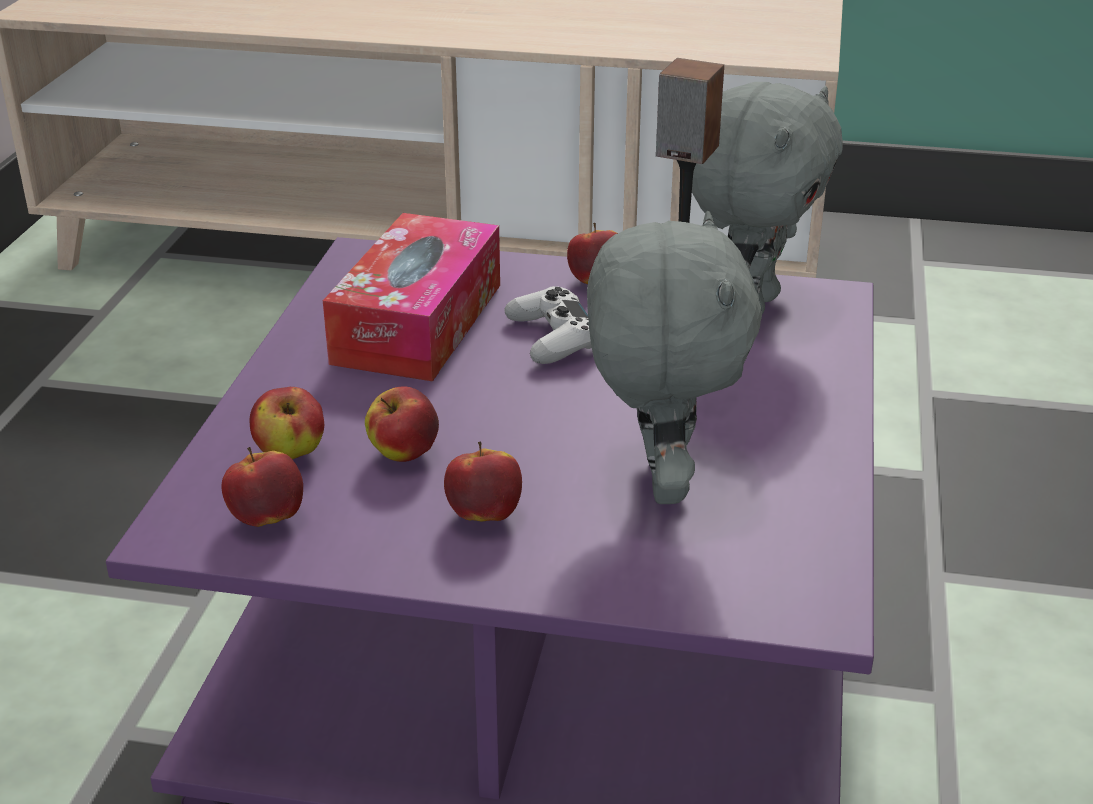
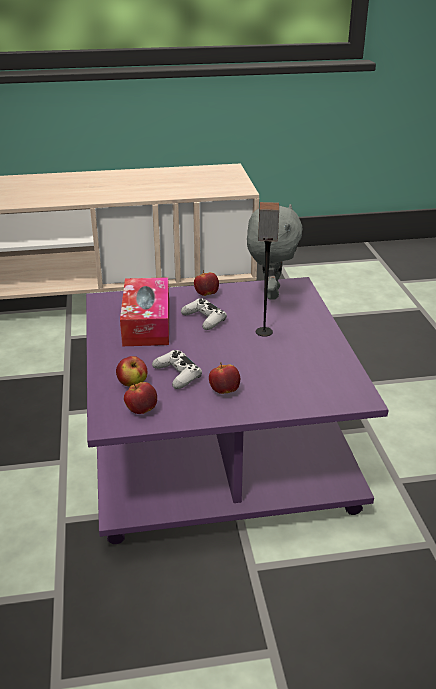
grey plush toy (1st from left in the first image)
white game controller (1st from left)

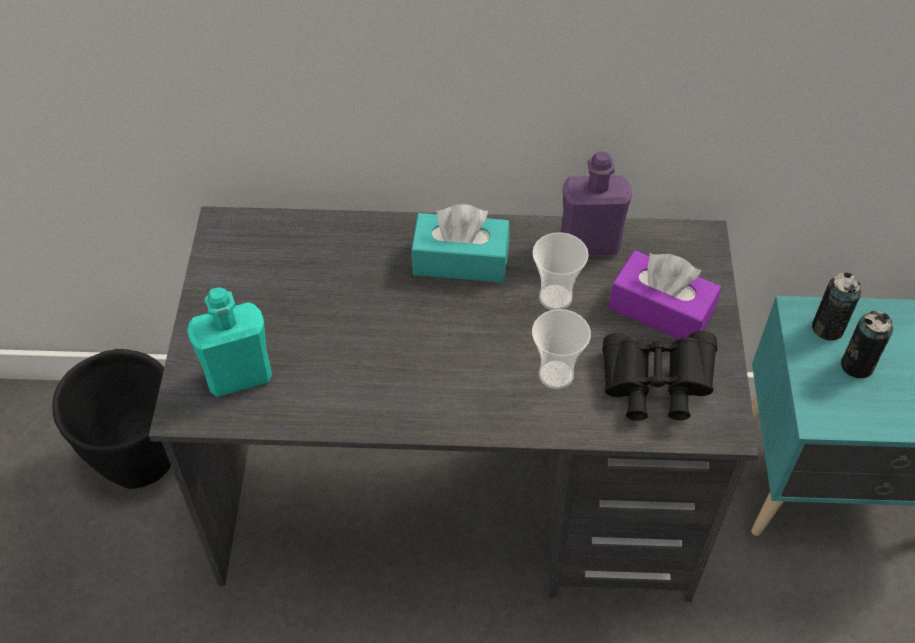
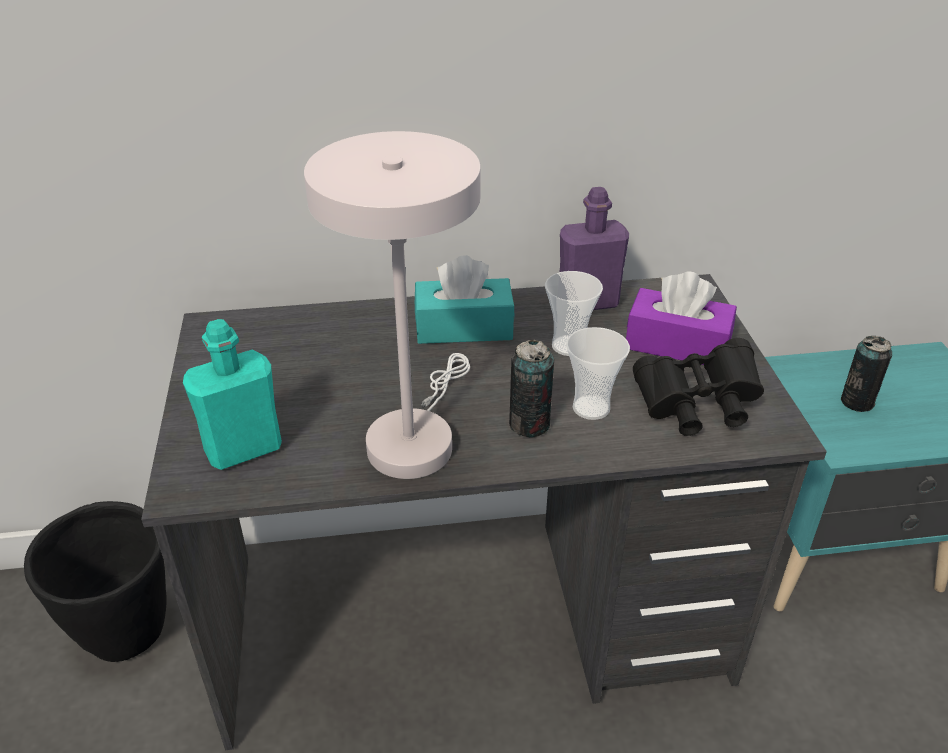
white table lamp
can (1st from left)

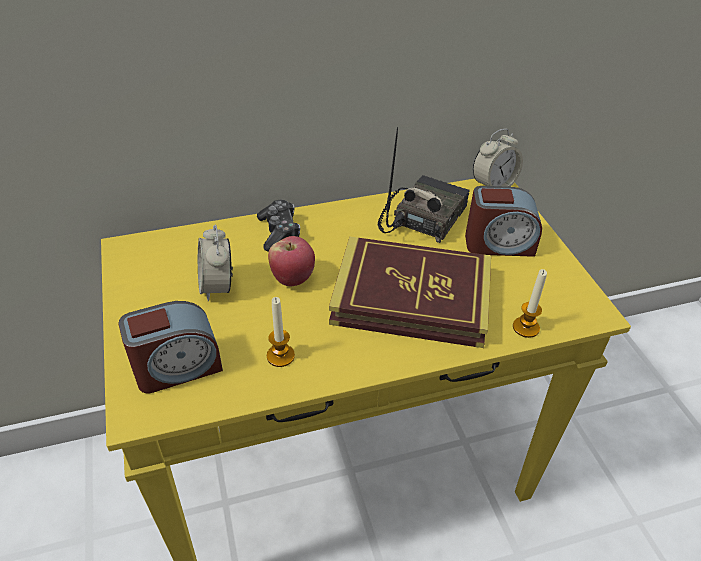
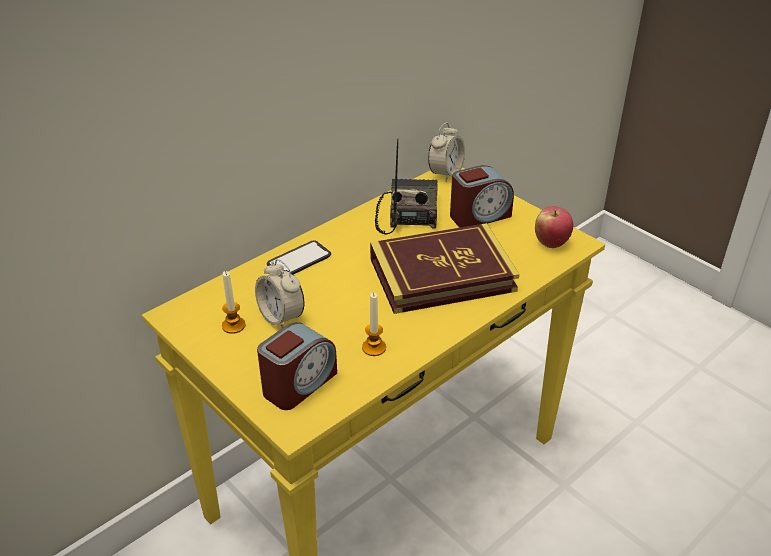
apple
candle (1st from left)
phone

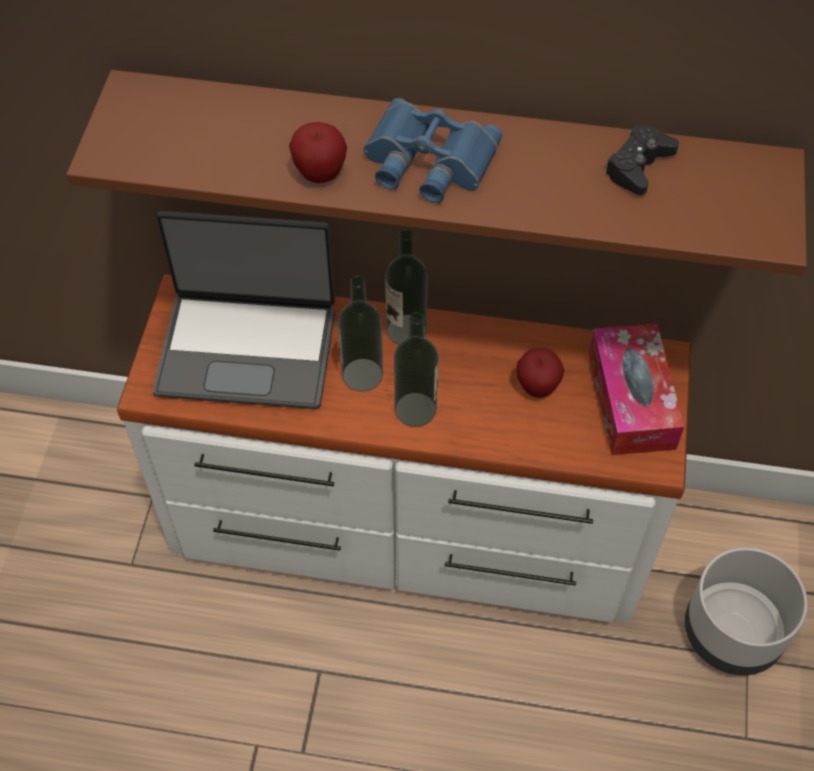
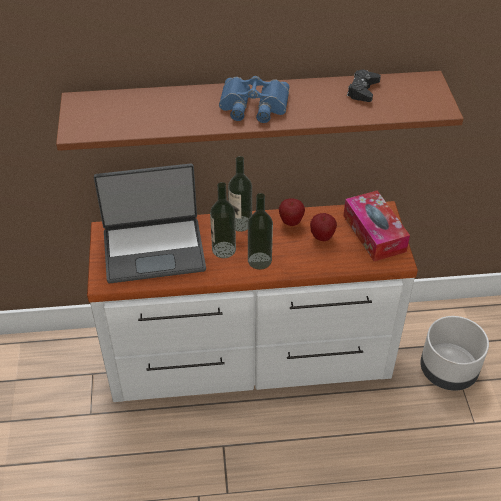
apple (1st from left)

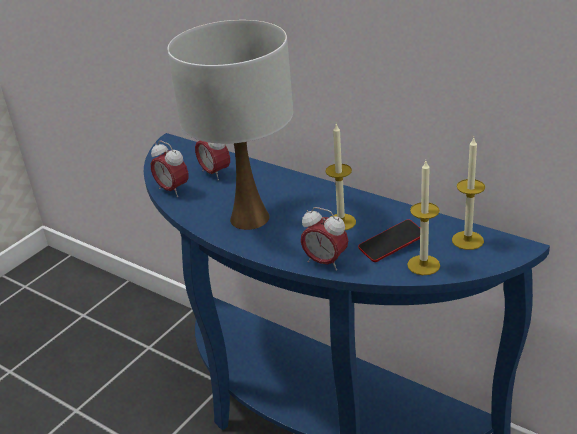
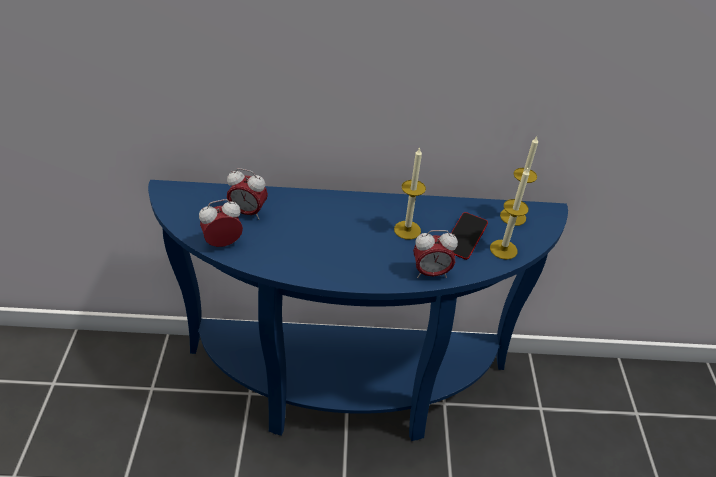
white table lamp
alarm clock (1st from left)

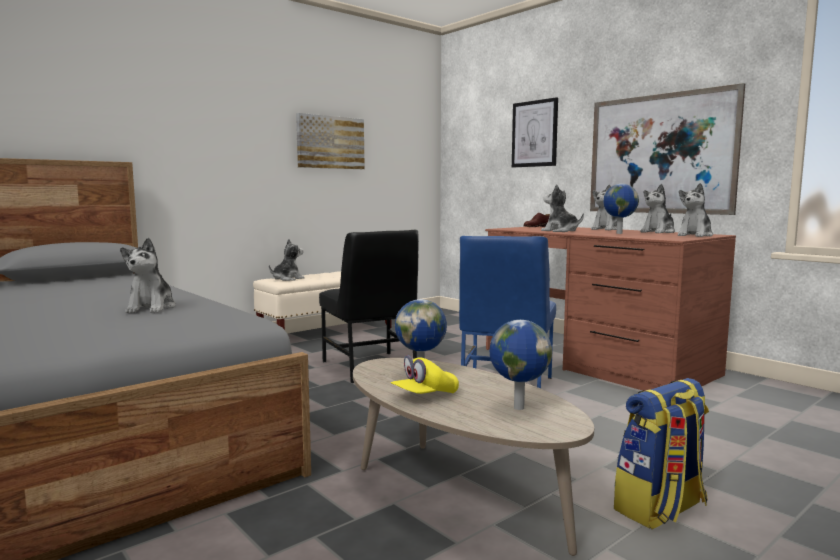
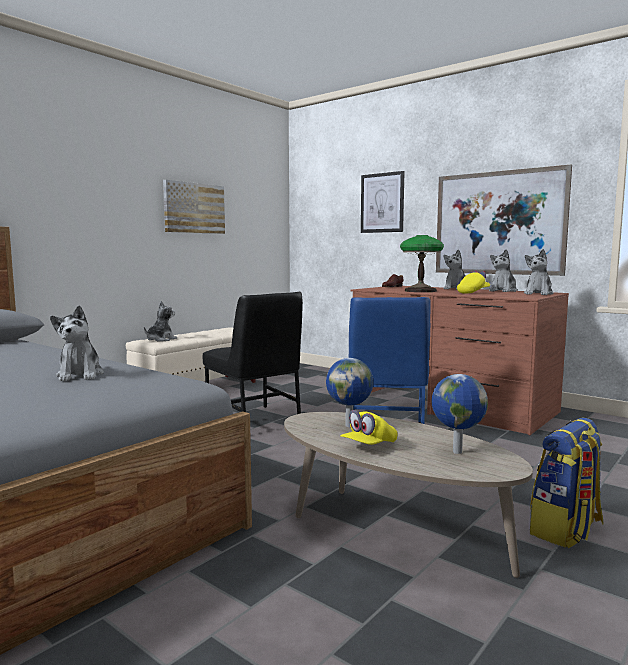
table lamp
yellow cap (2nd from left)

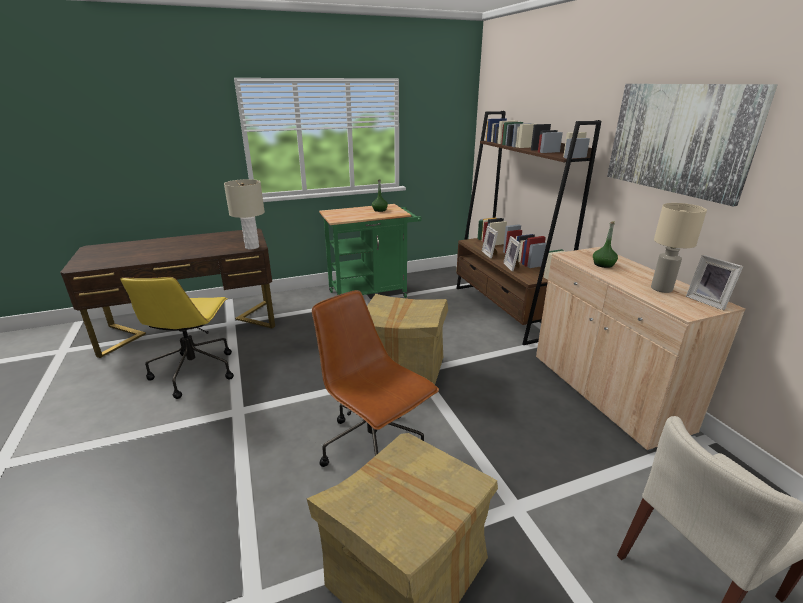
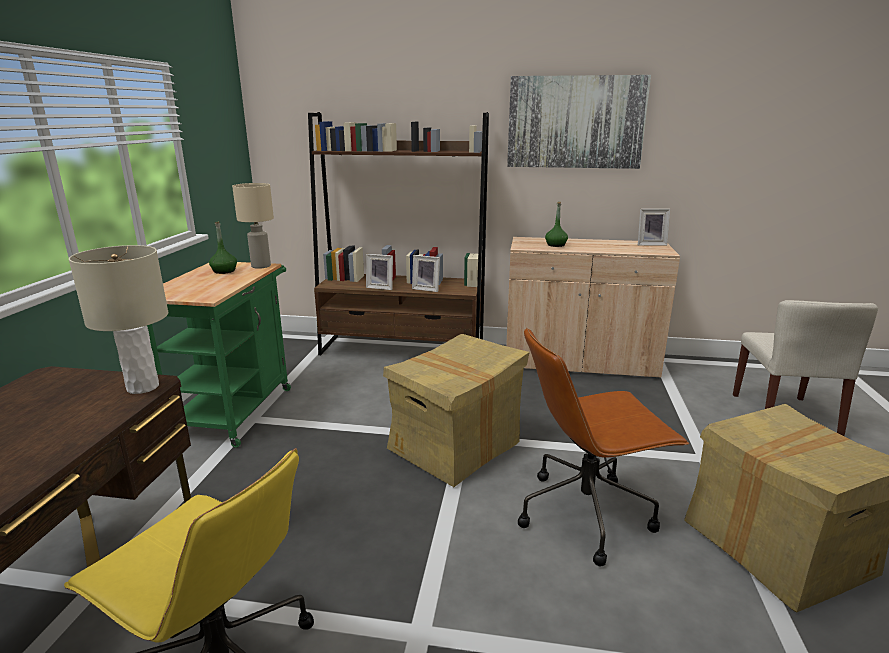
beige table lamp (2nd from left)

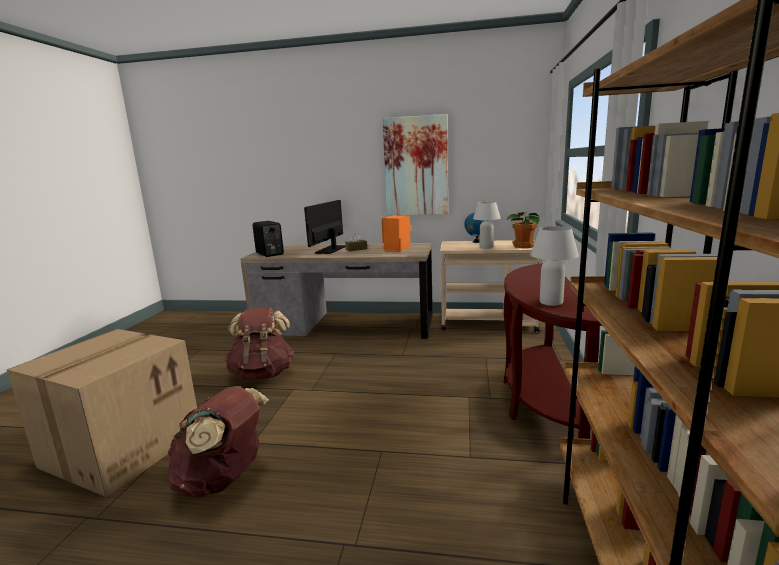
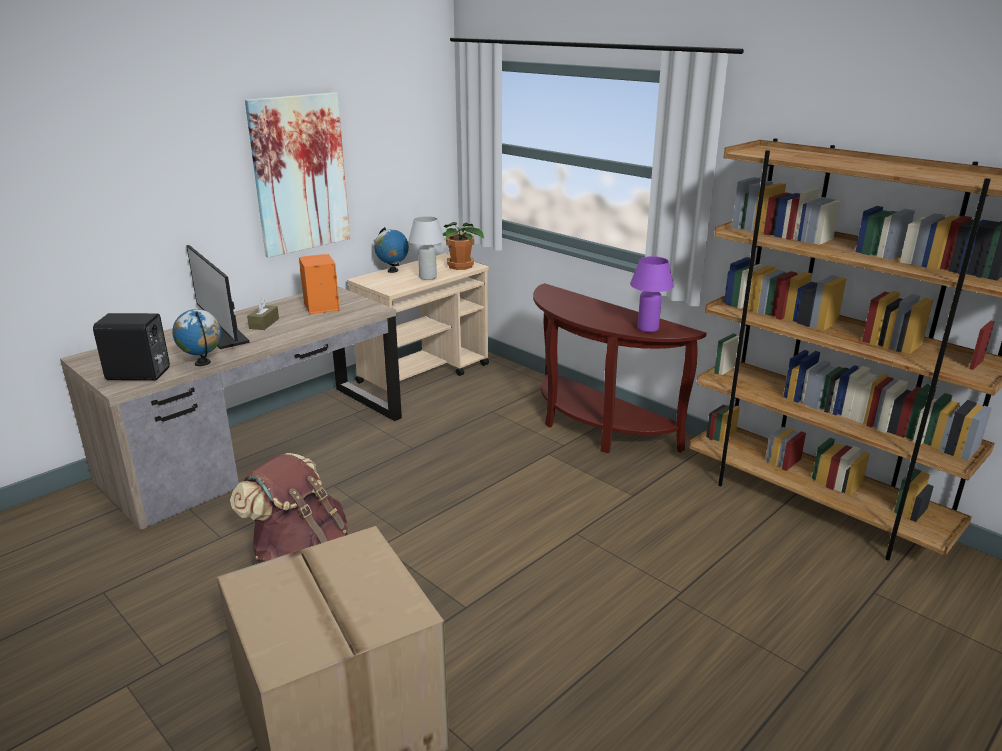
brown backpack (1st from left in the first image)
globe (1st from left)
purple table lamp

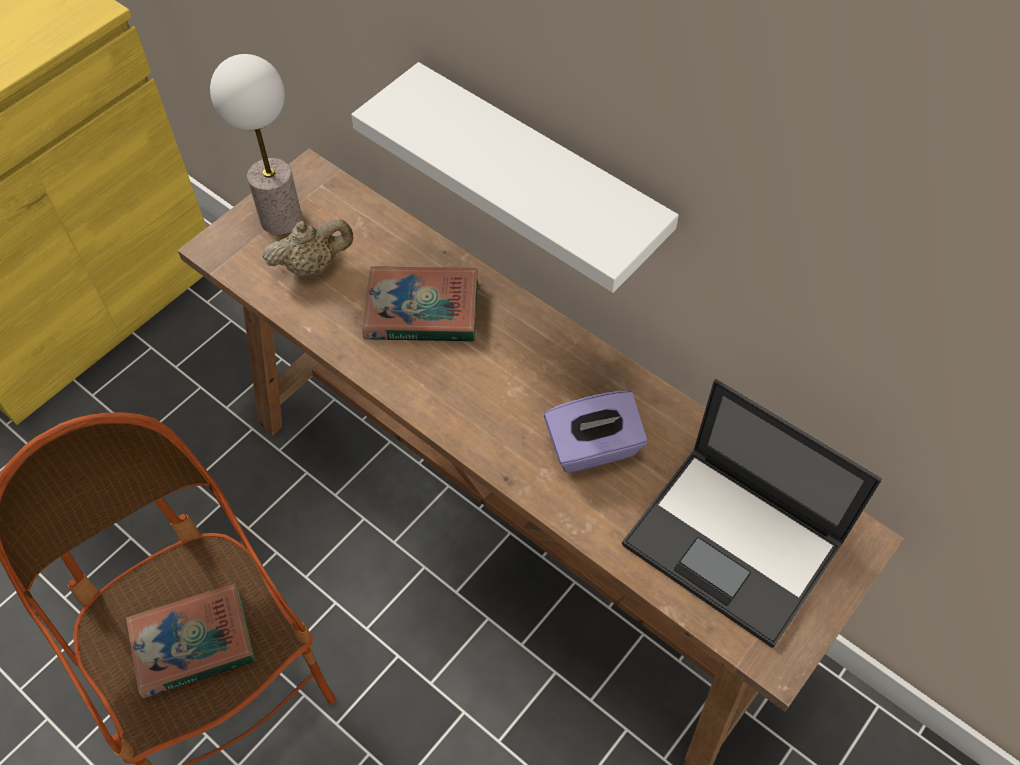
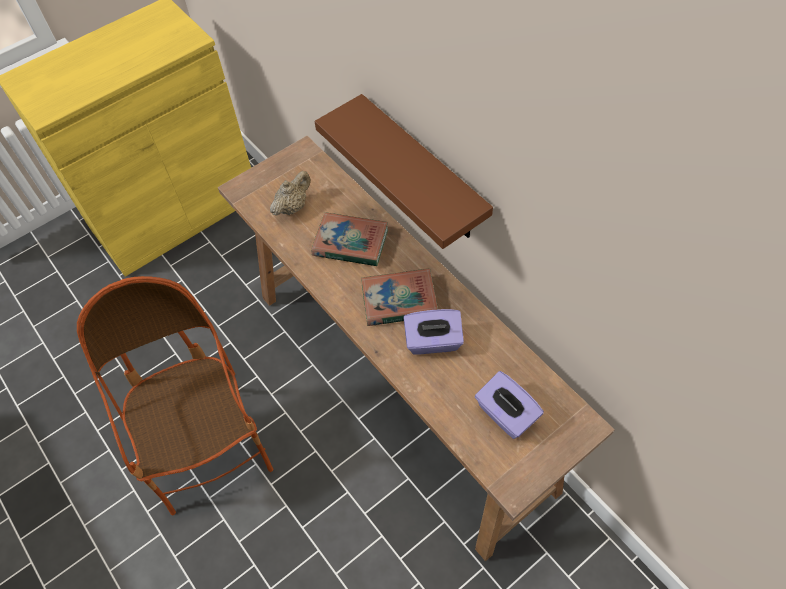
table lamp
book (2nd from left)
purple tissue box (2nd from left)
brown shelf
beige teapot

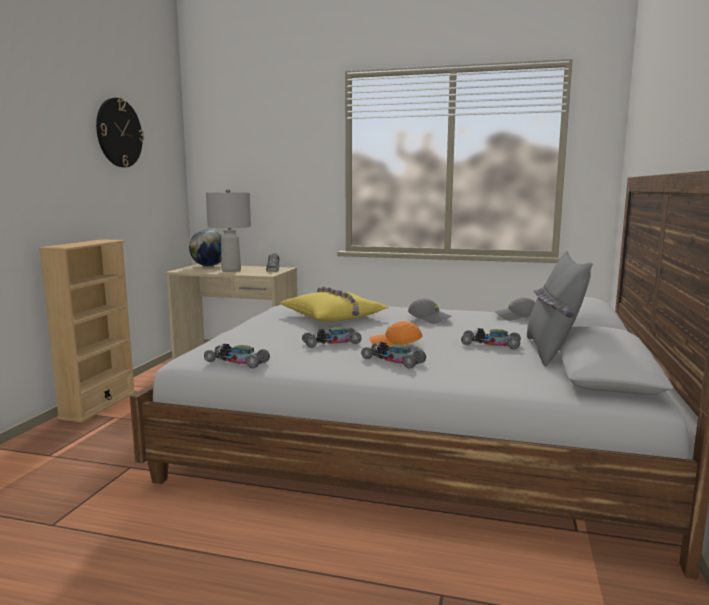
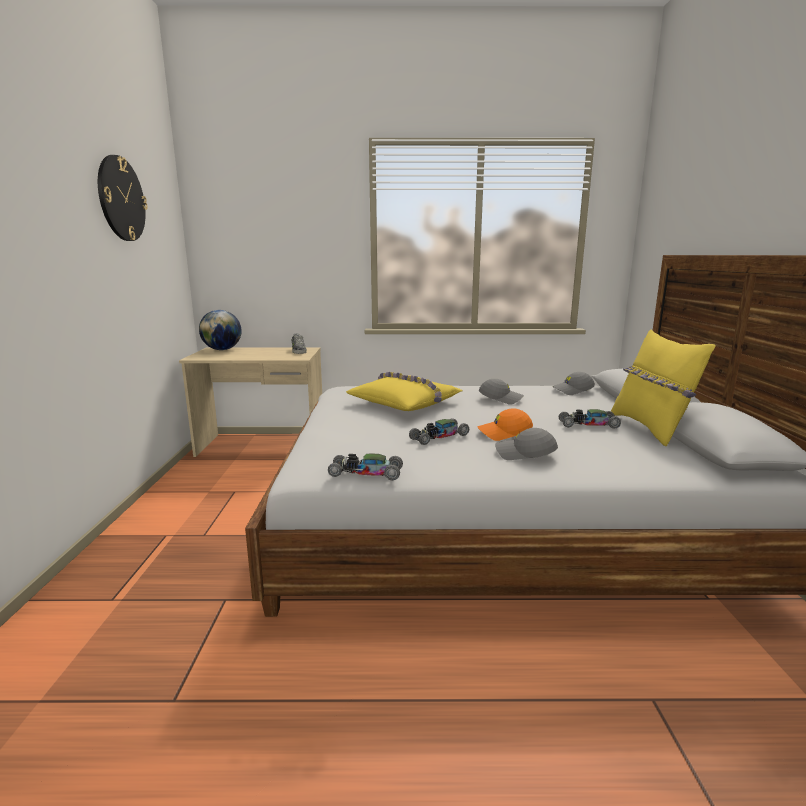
beige bookcase
grey table lamp
grey cap (2nd from left)
yellow pillow (2nd from left)

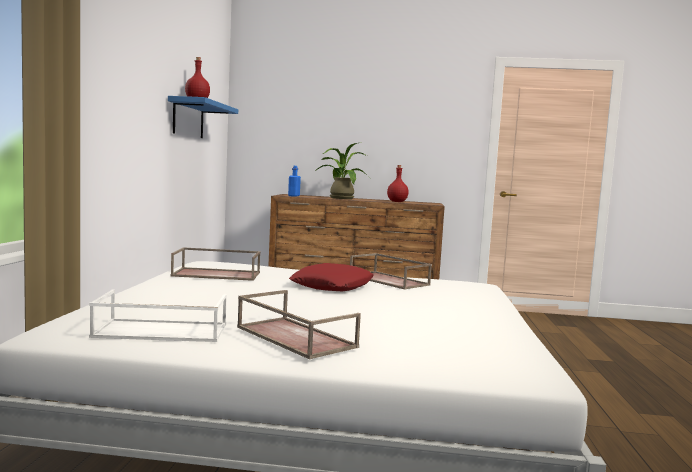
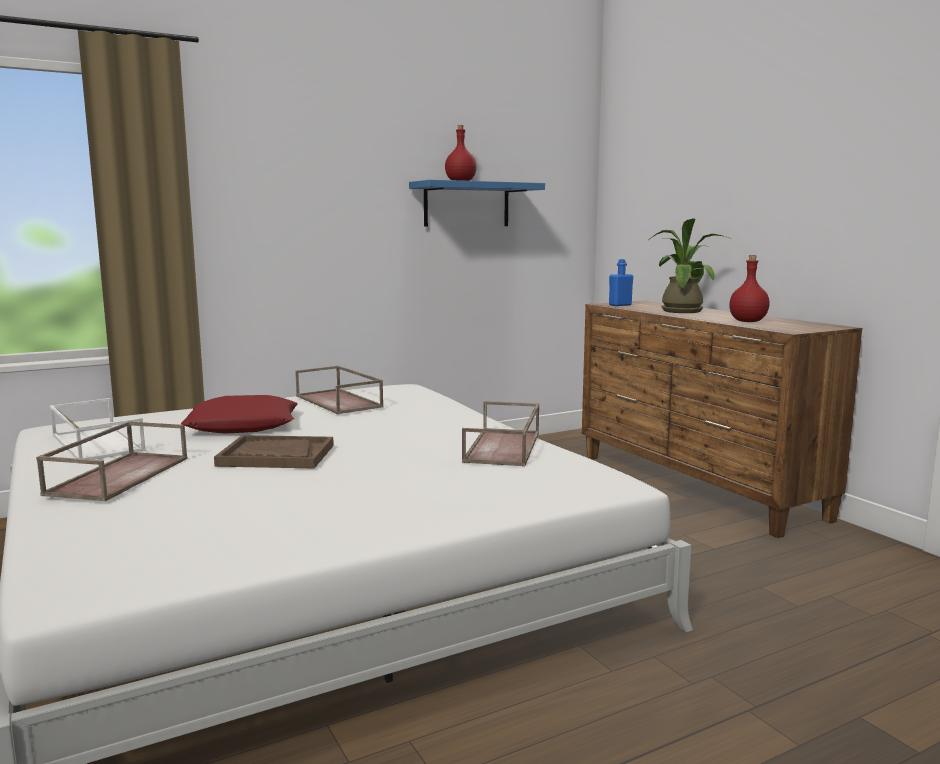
brown tray (2nd from left)
red pillow

